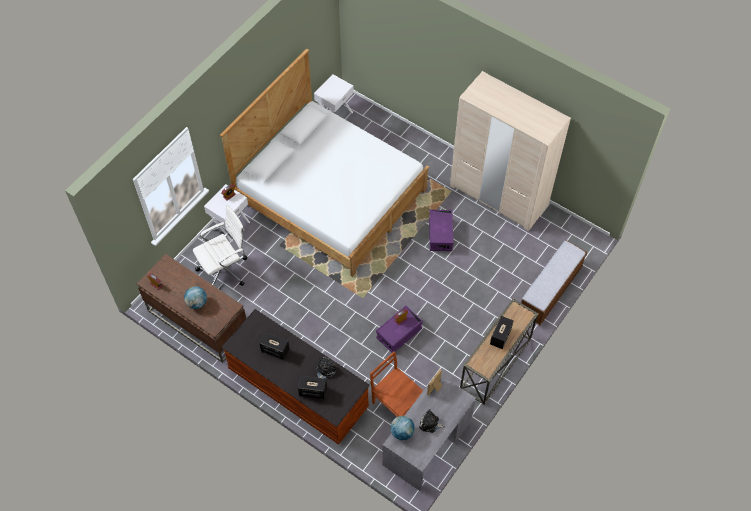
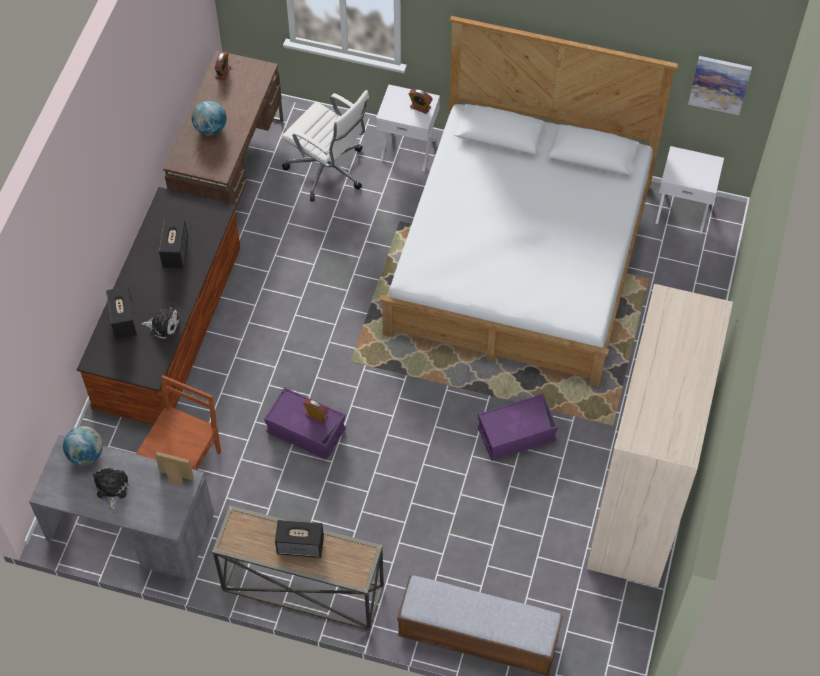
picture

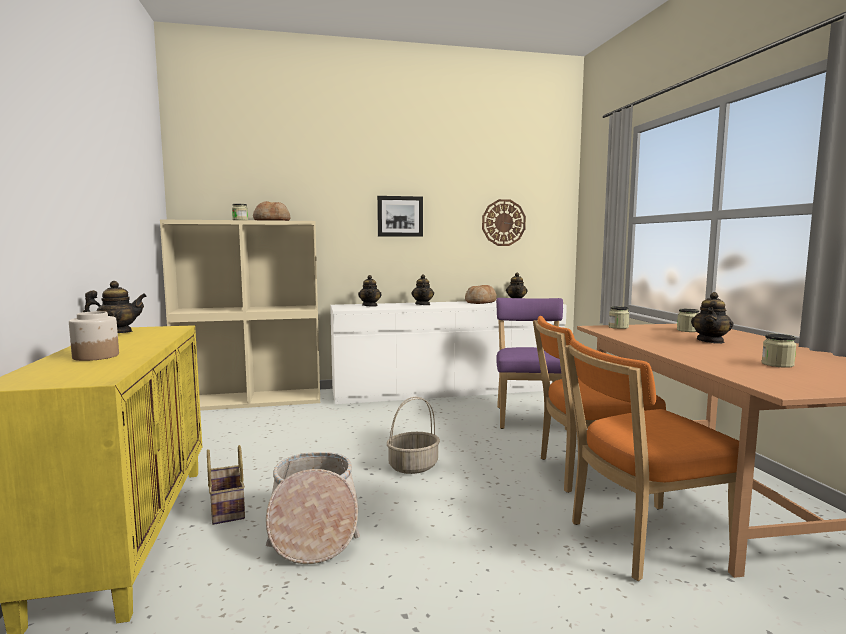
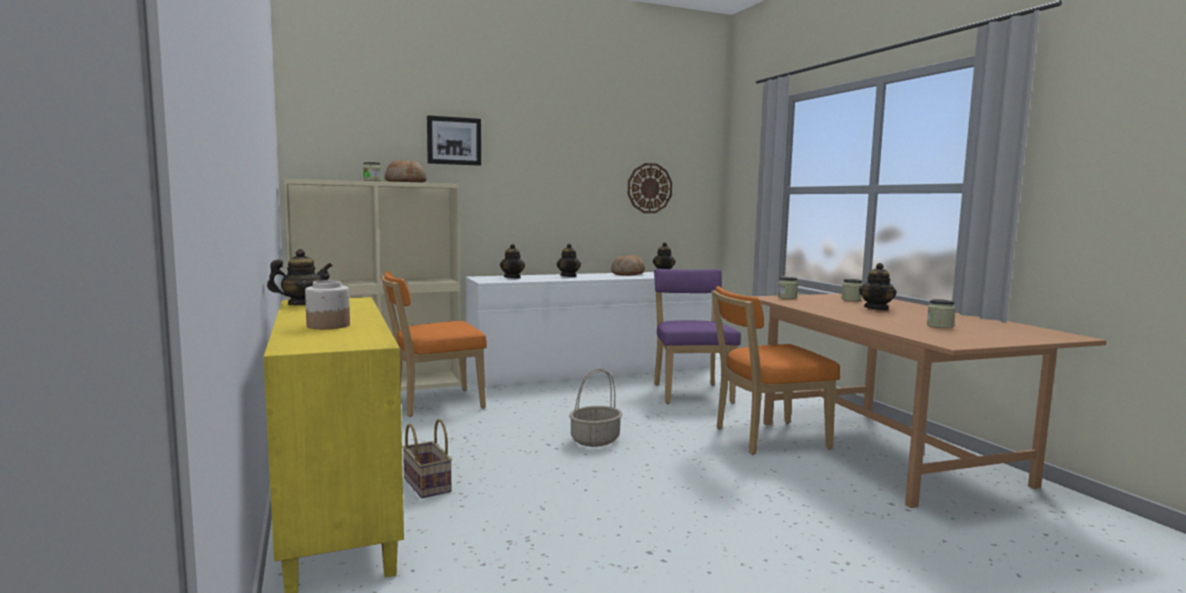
basket (2nd from left in the first image)
picture
orange chair (1st from left)

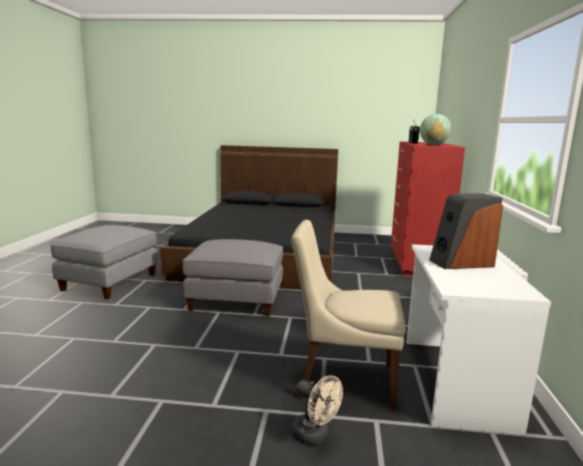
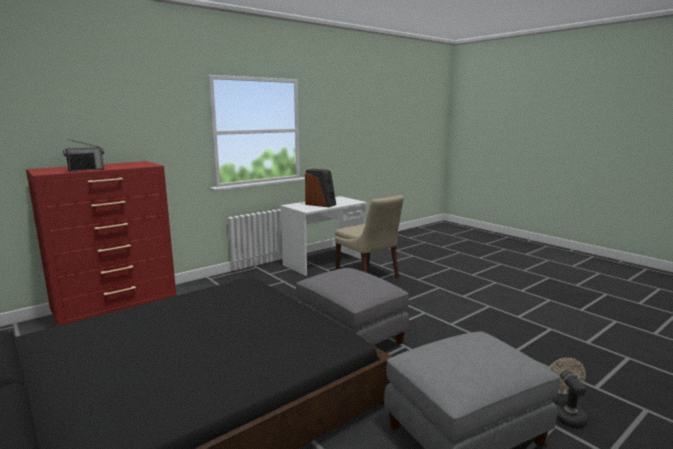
globe
beige fan

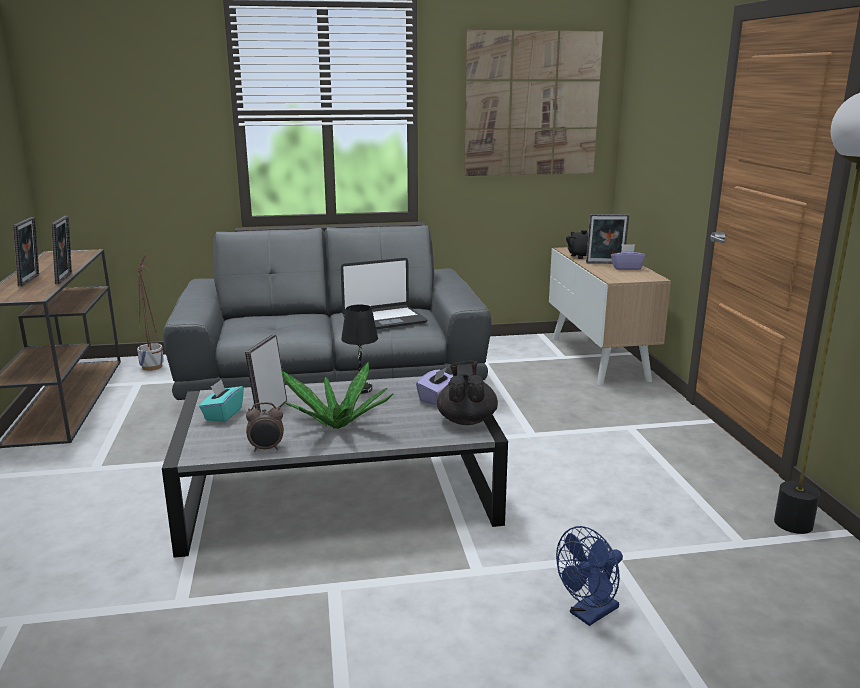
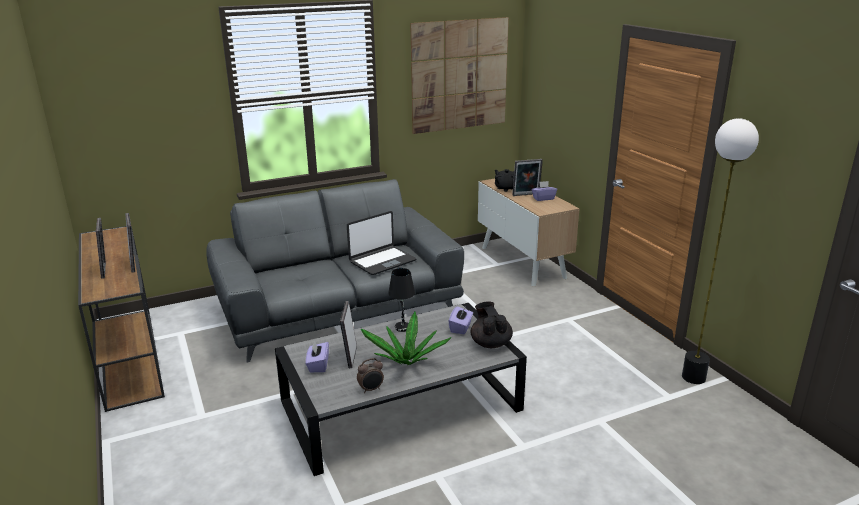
planter
blue fan
purple tissue box (1st from left)

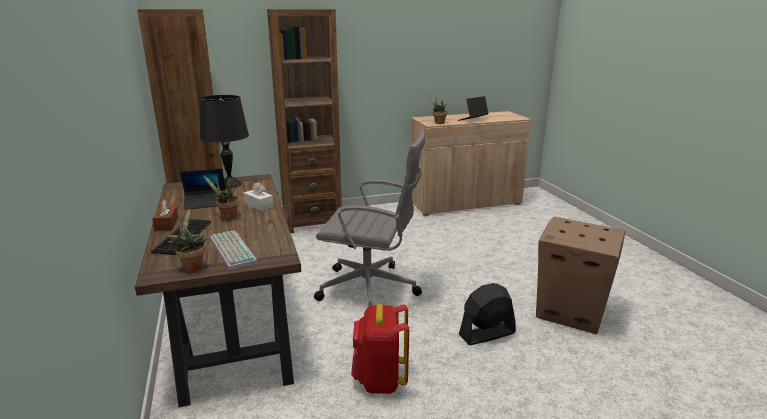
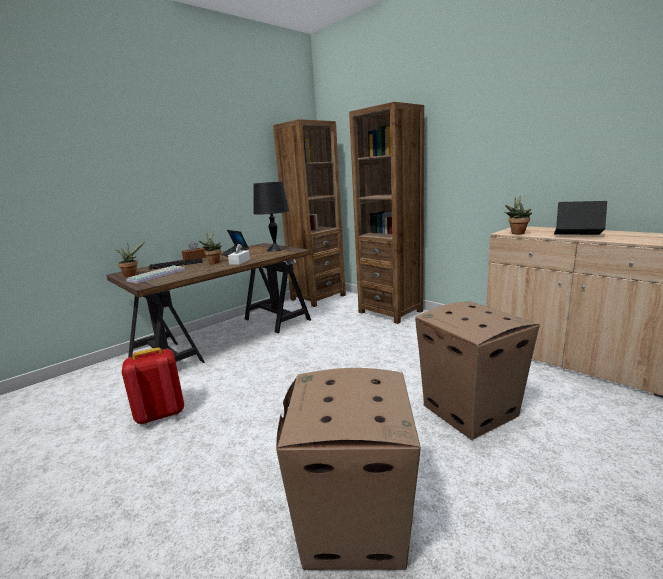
grey office chair
black fan
cardboard box (2nd from left)

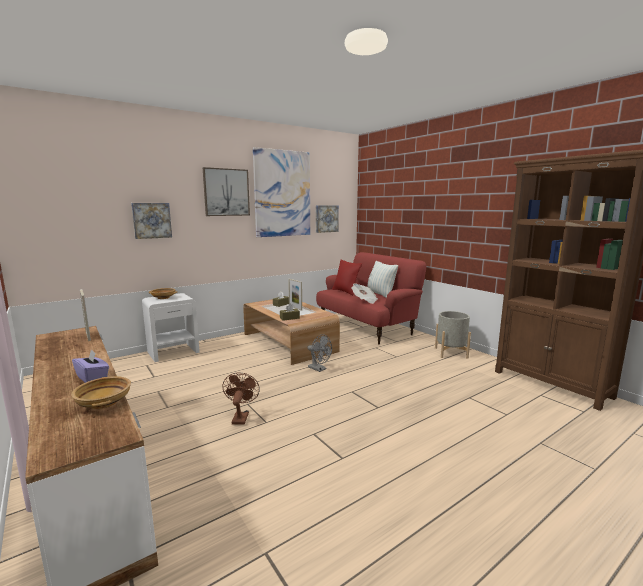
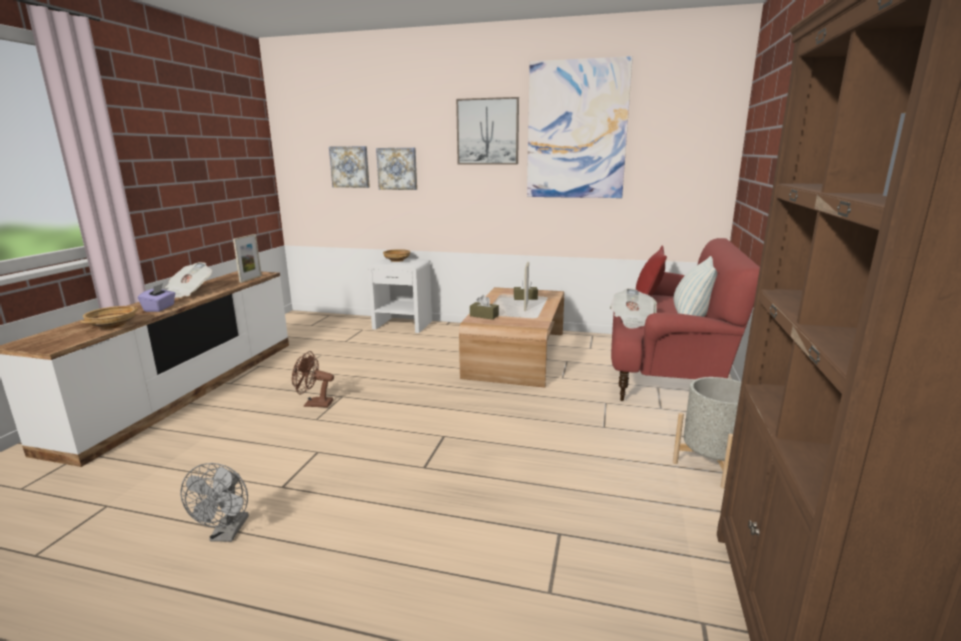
newspaper (1st from left)
grey fan
picture (1st from left)
brown fan

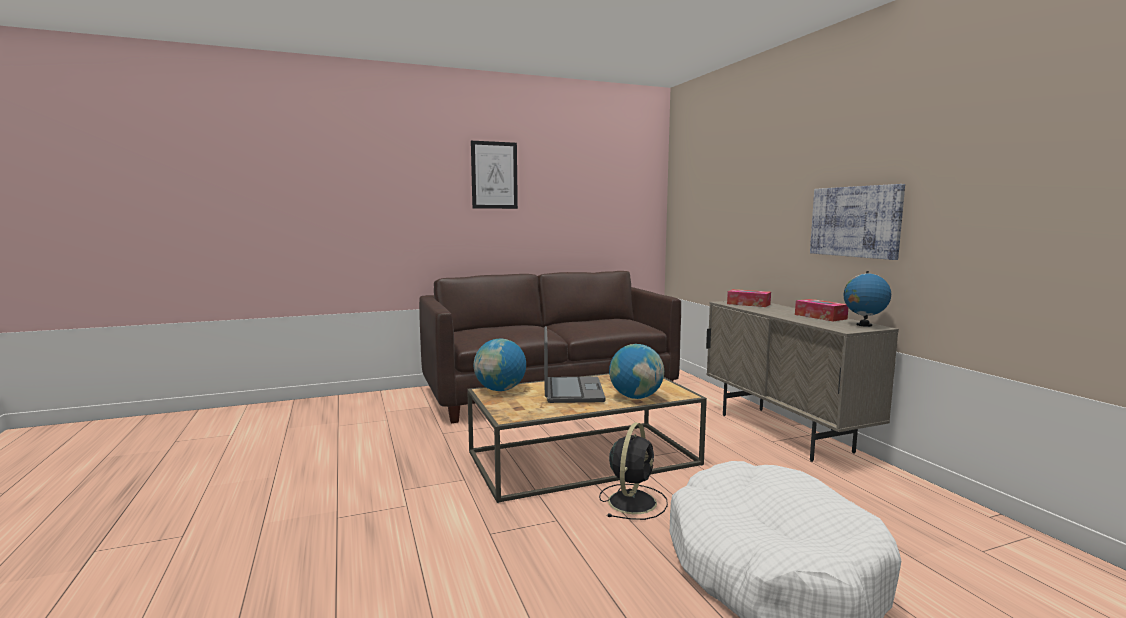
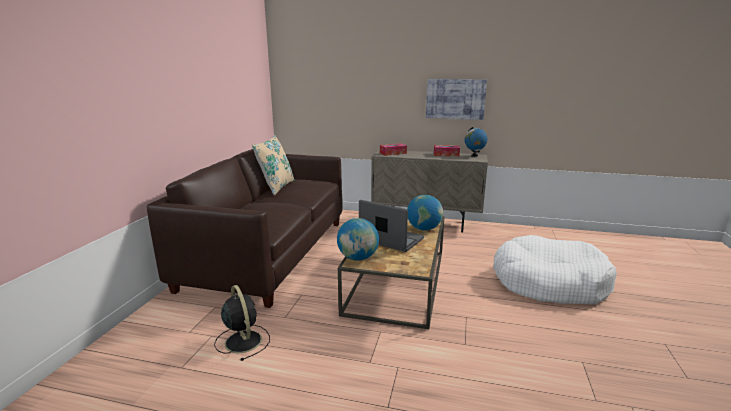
picture (1st from left in the first image)
beige pillow
black fan

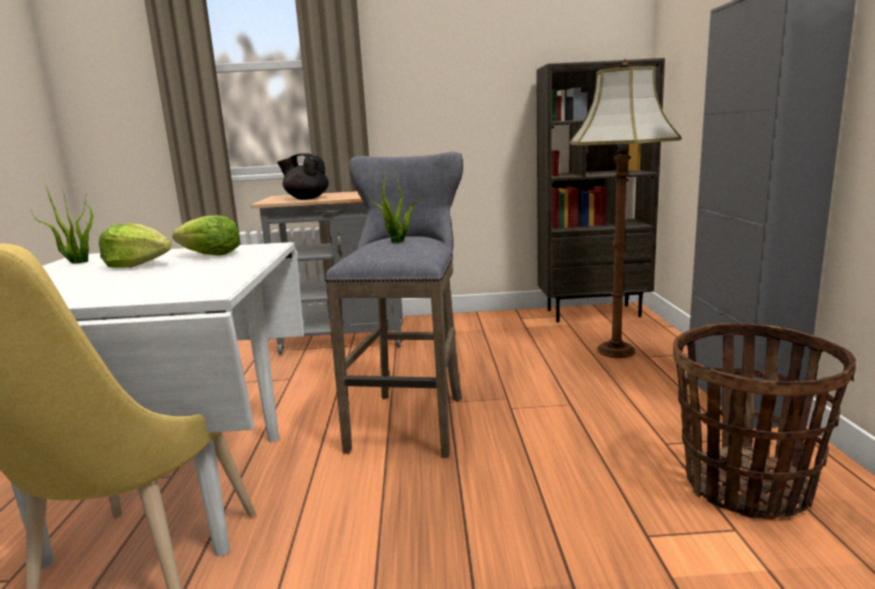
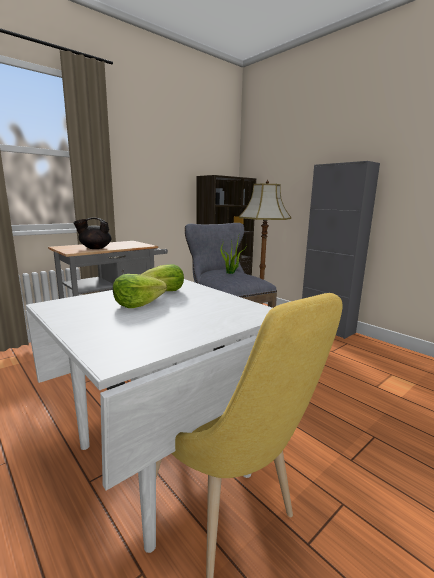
potted plant (1st from left in the first image)
basket

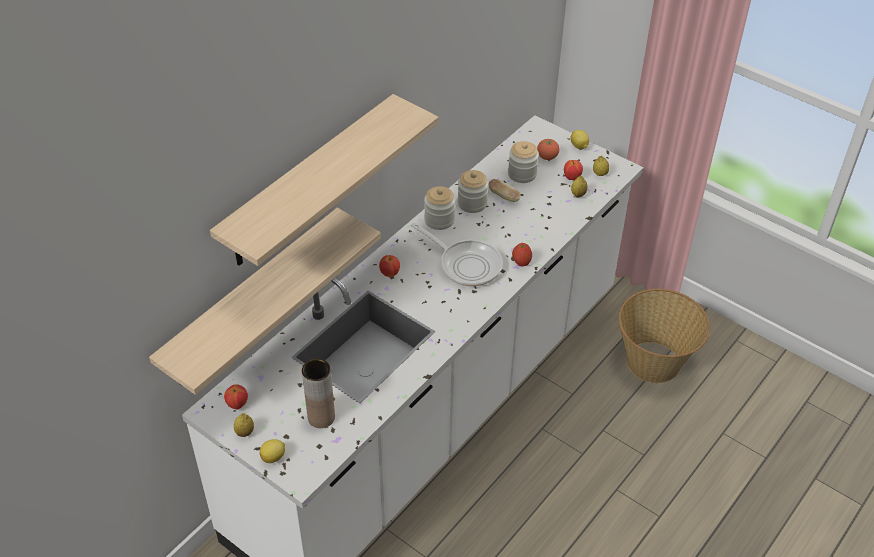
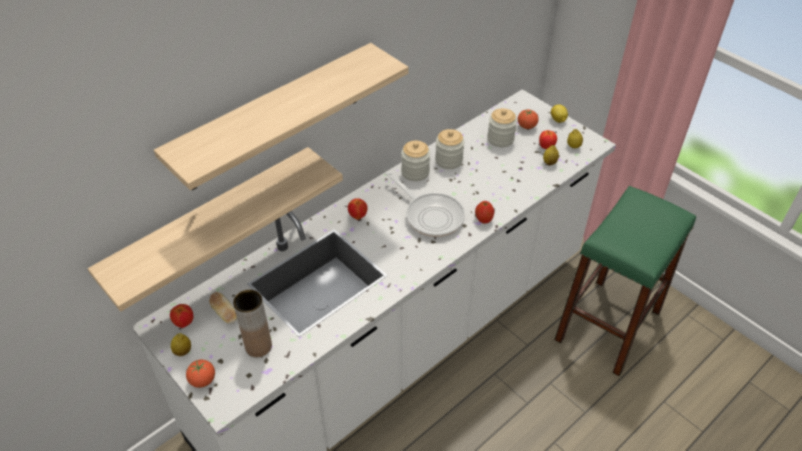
bread
tomato (1st from left)
green stool

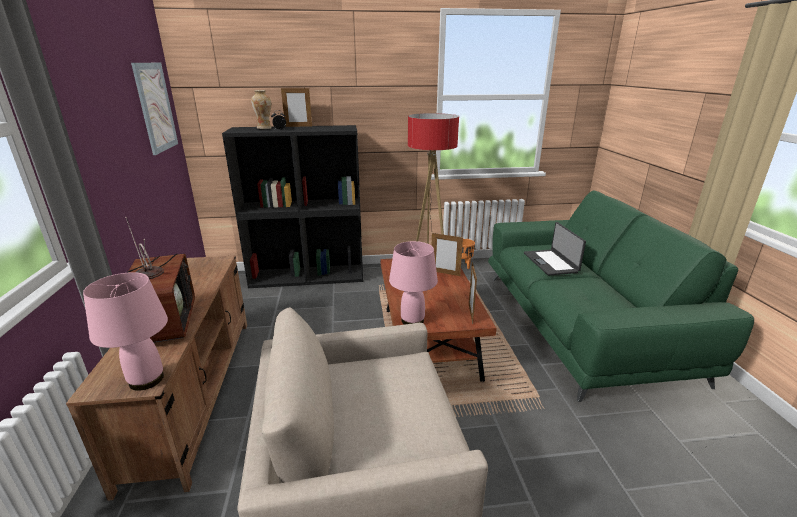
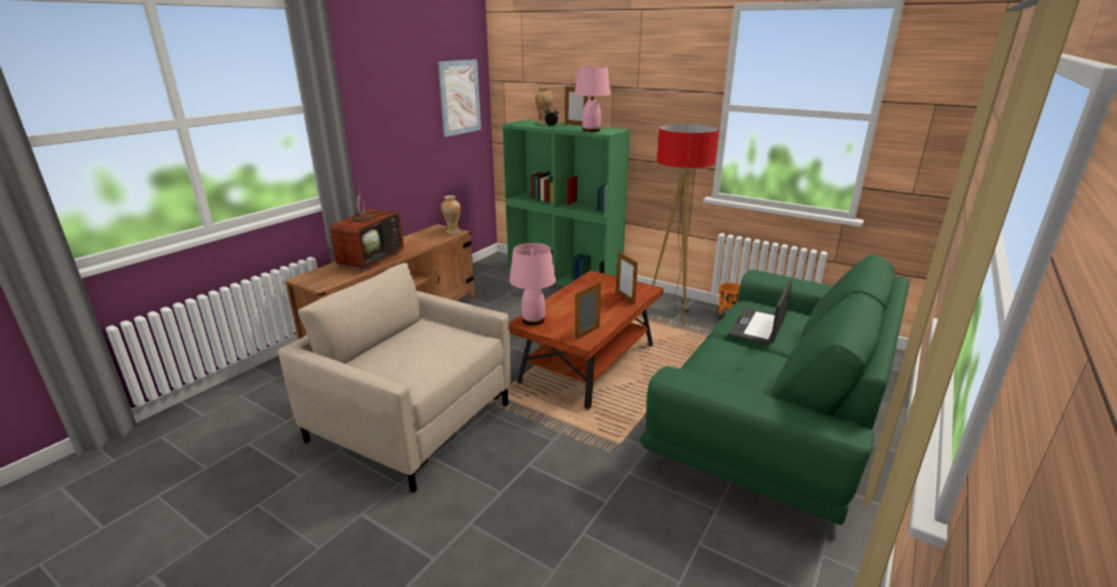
vase (1st from left)
pink table lamp (2nd from left)
green bookcase

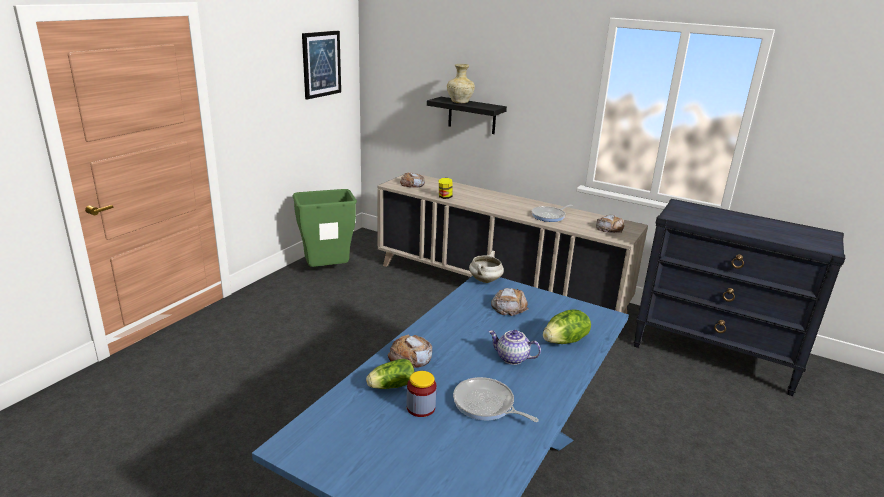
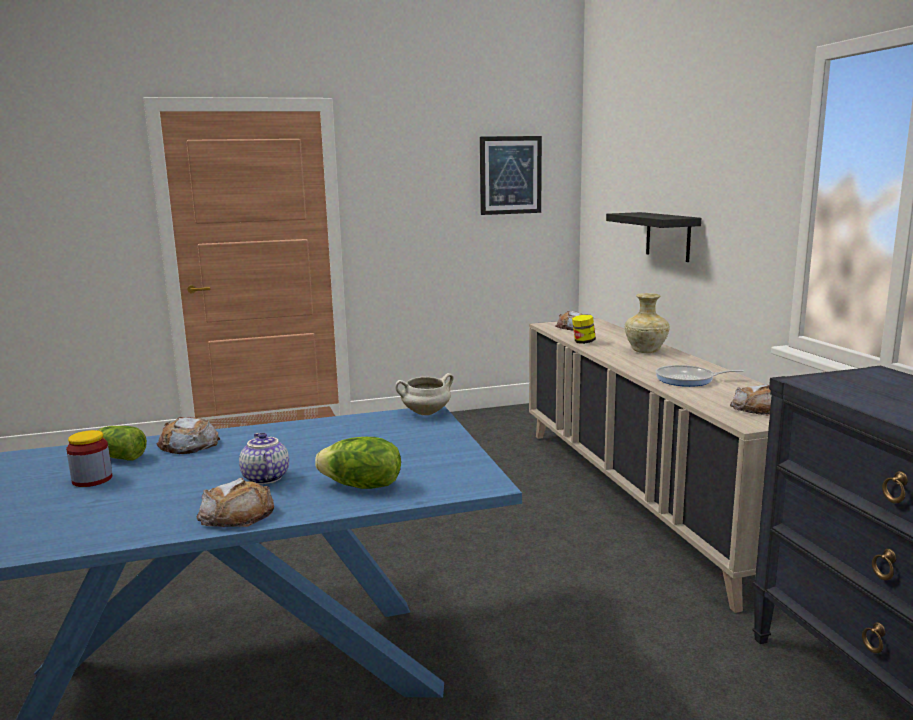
green trash can
frying pan (1st from left in the first image)
beige vase
bread (2nd from left)

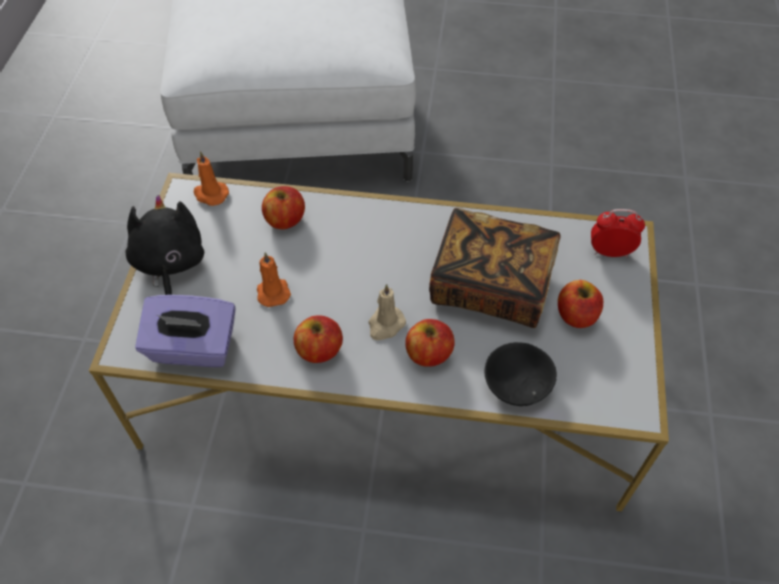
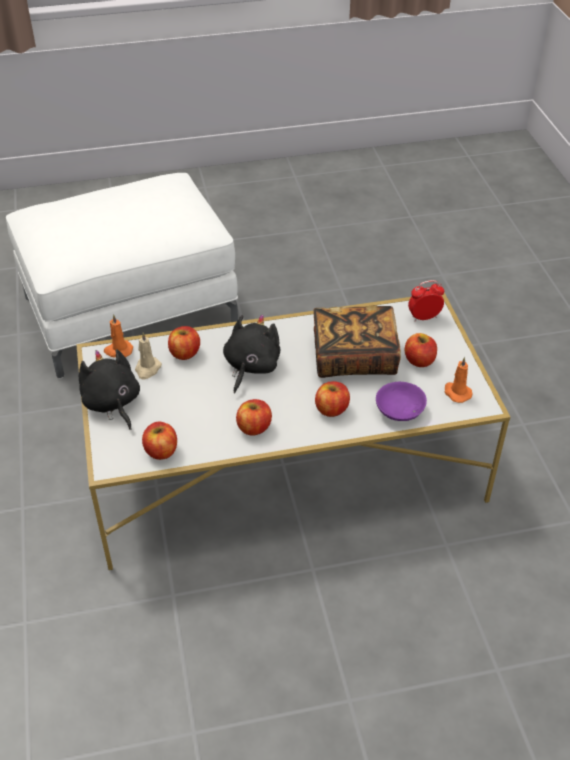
black plush toy (2nd from left)
orange candle (2nd from left)
beige candle
apple (1st from left)
purple bowl

